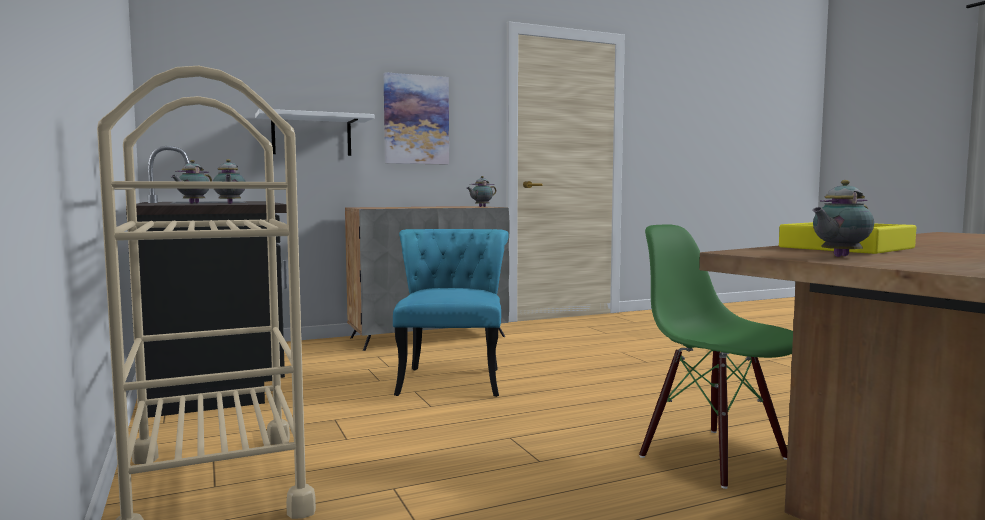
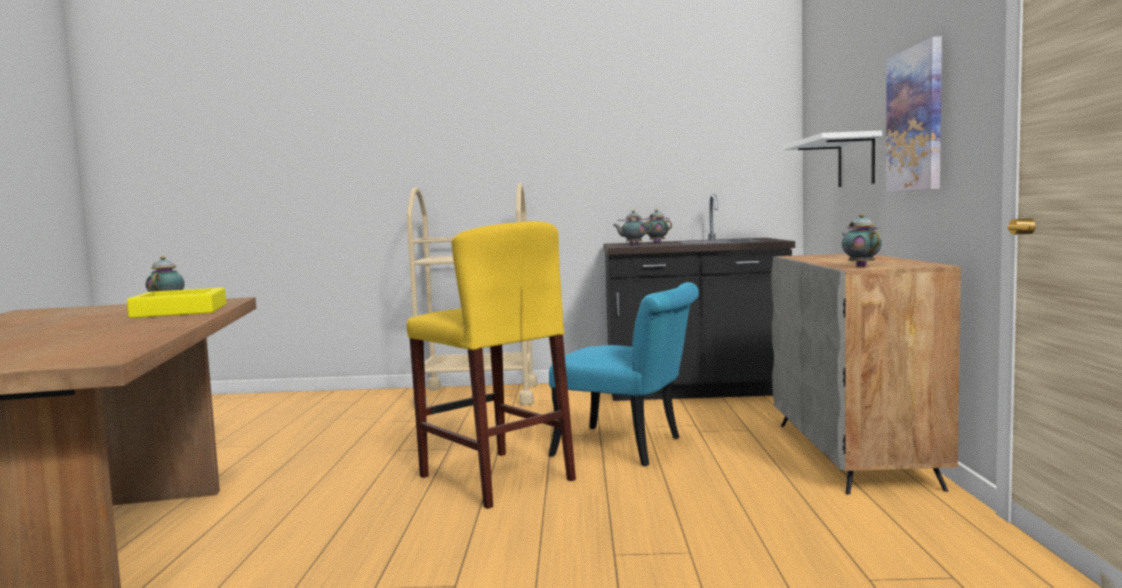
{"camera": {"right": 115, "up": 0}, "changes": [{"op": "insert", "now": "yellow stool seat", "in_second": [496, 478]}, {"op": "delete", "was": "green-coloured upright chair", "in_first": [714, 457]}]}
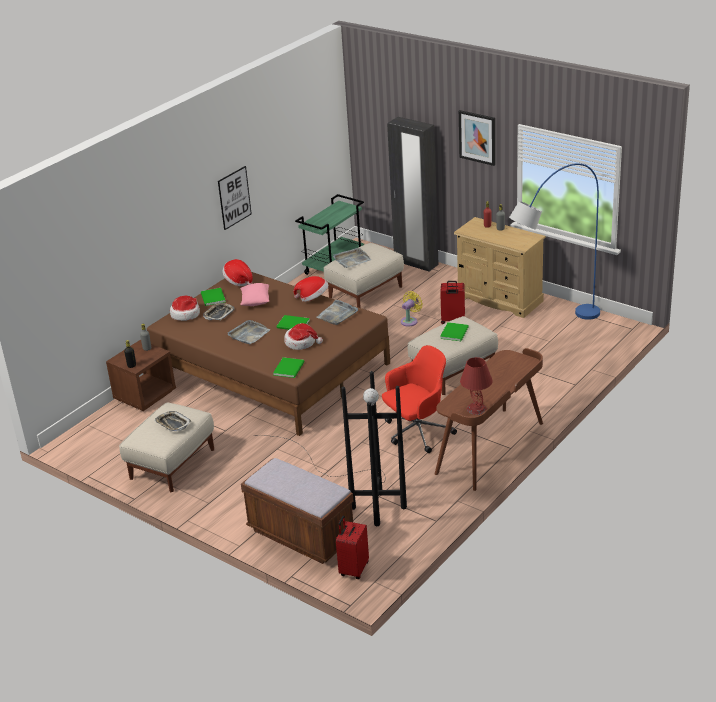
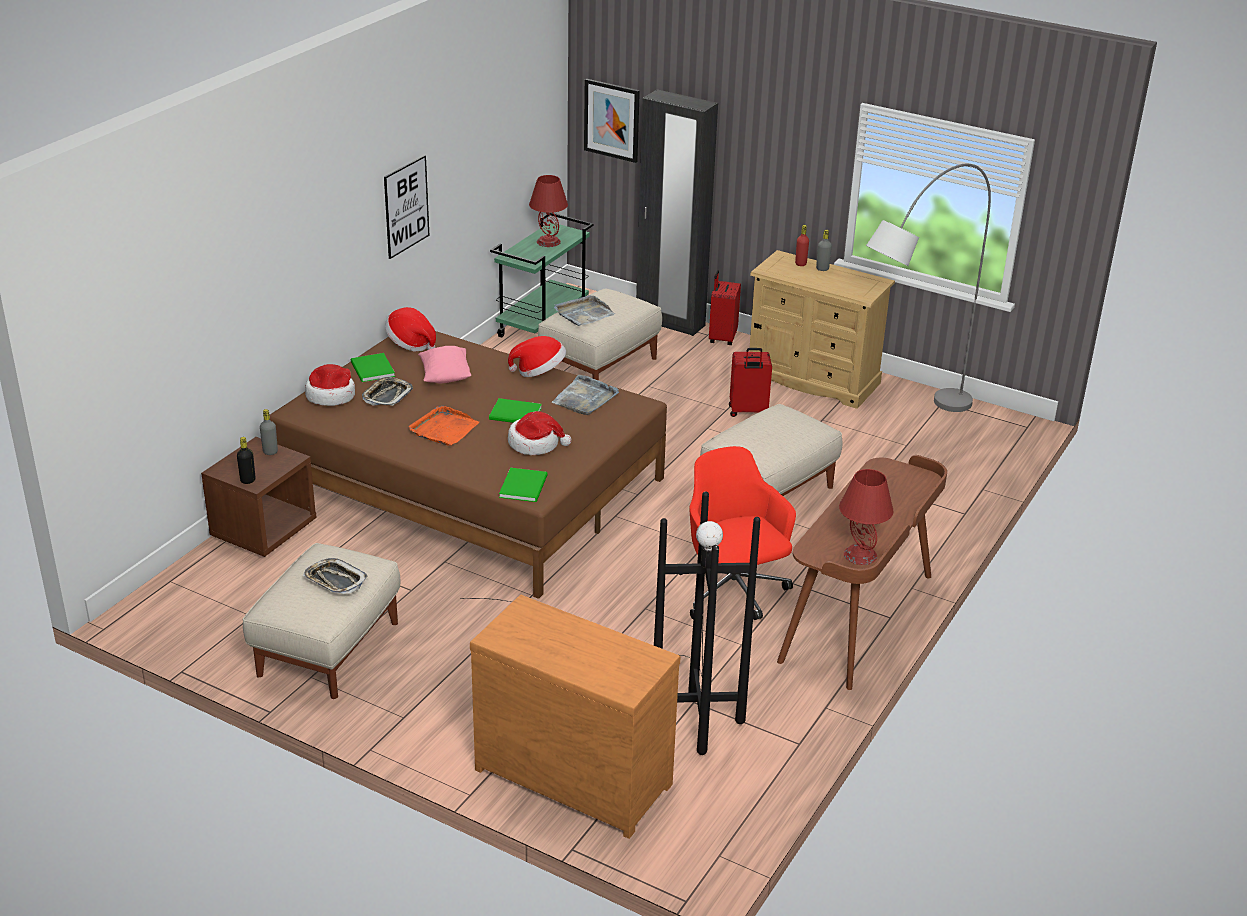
{"camera": {"right": -10, "up": 0}, "changes": [{"op": "recolor", "was": "gray serving tray", "now": "orange serving tray", "in_first": [248, 334], "in_second": [444, 429]}, {"op": "replace", "was": "brownish long seat", "now": "brownish drawer chest", "in_first": [301, 535], "in_second": [575, 773]}, {"op": "insert", "now": "red-coloured lamp for a table", "in_second": [548, 242]}, {"op": "move", "was": "picture", "in_first": [477, 137], "in_second": [612, 120]}, {"op": "rotate", "was": "red-coloured office chair", "in_first": [417, 432], "in_second": [733, 592], "clockwise": -75}, {"op": "move", "was": "red-coloured piece of luggage", "in_first": [353, 569], "in_second": [721, 338]}, {"op": "recolor", "was": "blue-coloured standing lamp", "now": "gray standing lamp", "in_first": [553, 329], "in_second": [906, 426]}, {"op": "delete", "was": "yellow cooling fan", "in_first": [410, 321]}, {"op": "delete", "was": "green-coloured bound book", "in_first": [455, 332]}]}
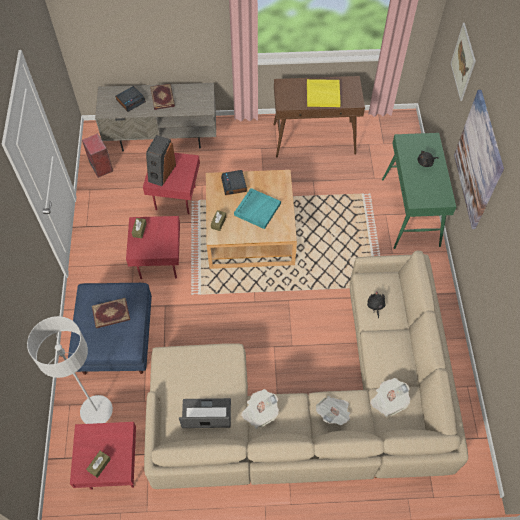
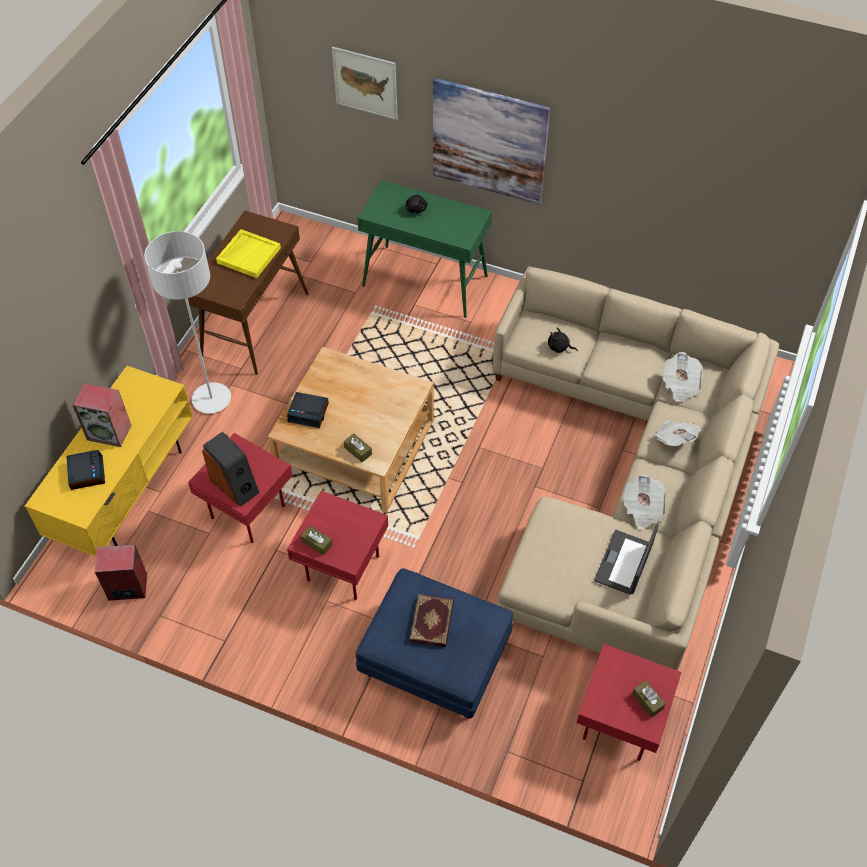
{"camera": {"right": -65, "up": -5}, "changes": [{"op": "recolor", "was": "gray media console", "now": "yellow media console", "in_first": [162, 135], "in_second": [125, 489]}, {"op": "replace", "was": "bound book", "now": "loudspeaker", "in_first": [163, 97], "in_second": [110, 432]}, {"op": "move", "was": "gray standing lamp", "in_first": [96, 411], "in_second": [211, 399]}, {"op": "delete", "was": "turquoise-coloured serving tray", "in_first": [257, 209]}]}
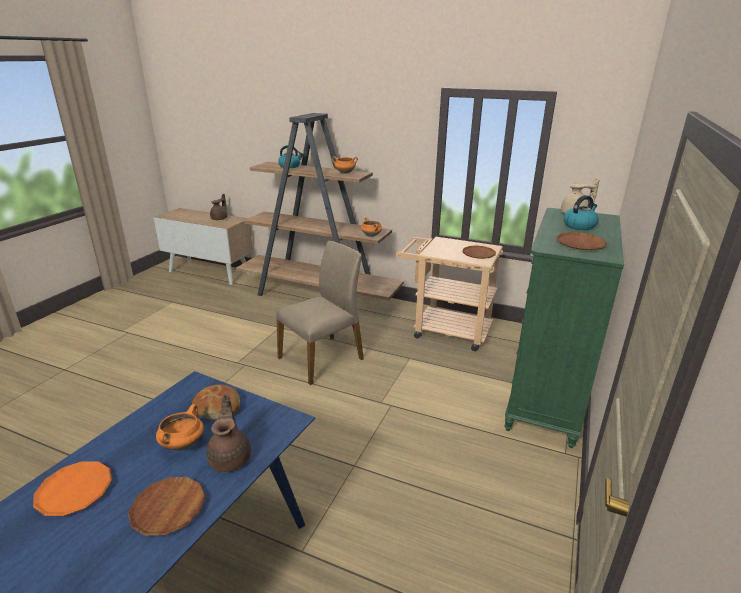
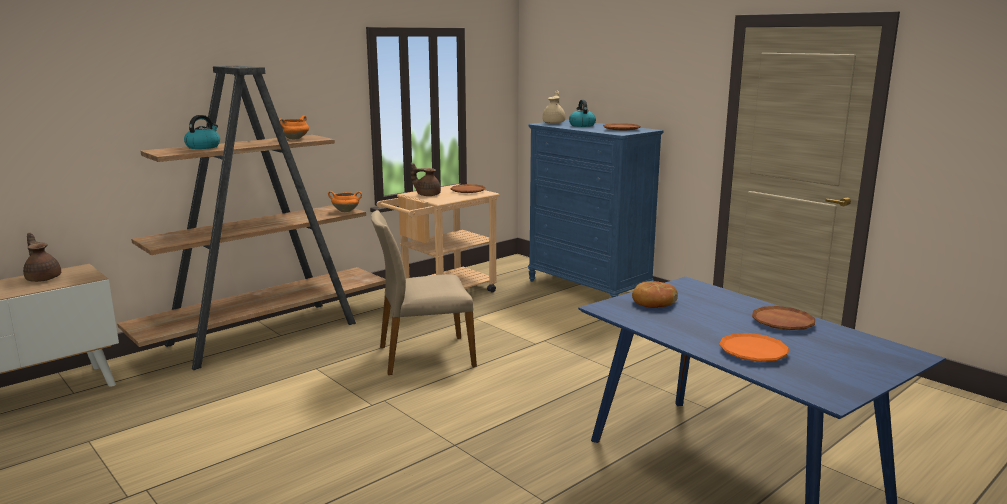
{"camera": {"right": -65, "up": -10}, "changes": [{"op": "rotate", "was": "beige-coloured upright chair", "in_first": [322, 358], "in_second": [425, 355], "clockwise": -90}, {"op": "move", "was": "brownish teapot", "in_first": [231, 457], "in_second": [427, 195]}, {"op": "recolor", "was": "green-coloured drawer chest", "now": "blue-coloured drawer chest", "in_first": [546, 400], "in_second": [588, 288]}, {"op": "delete", "was": "orange cooking pot", "in_first": [183, 444]}]}
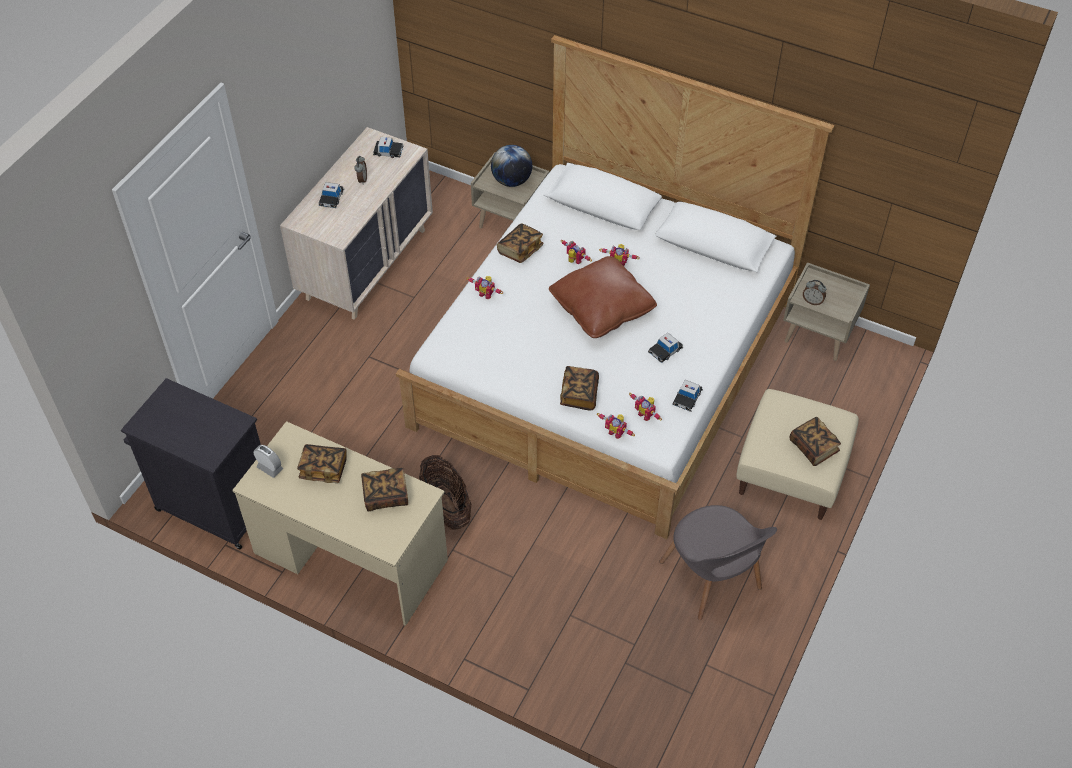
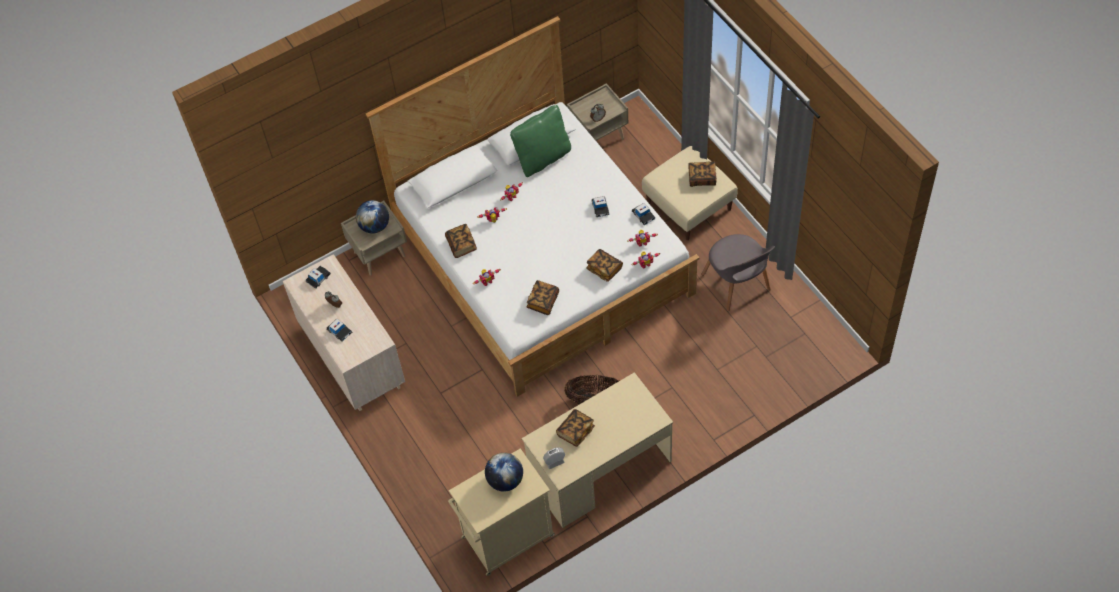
{"camera": {"right": -55, "up": 5}, "changes": [{"op": "recolor", "was": "black-coloured cupboard", "now": "beige-coloured cupboard", "in_first": [214, 504], "in_second": [506, 537]}, {"op": "insert", "now": "desk globe", "in_second": [505, 480]}, {"op": "insert", "now": "green-coloured cushion", "in_second": [543, 158]}, {"op": "move", "was": "bound book", "in_first": [386, 496], "in_second": [543, 302]}, {"op": "rotate", "was": "gray upright chair", "in_first": [712, 579], "in_second": [737, 284], "clockwise": 60}, {"op": "delete", "was": "brownish cushion", "in_first": [601, 308]}]}
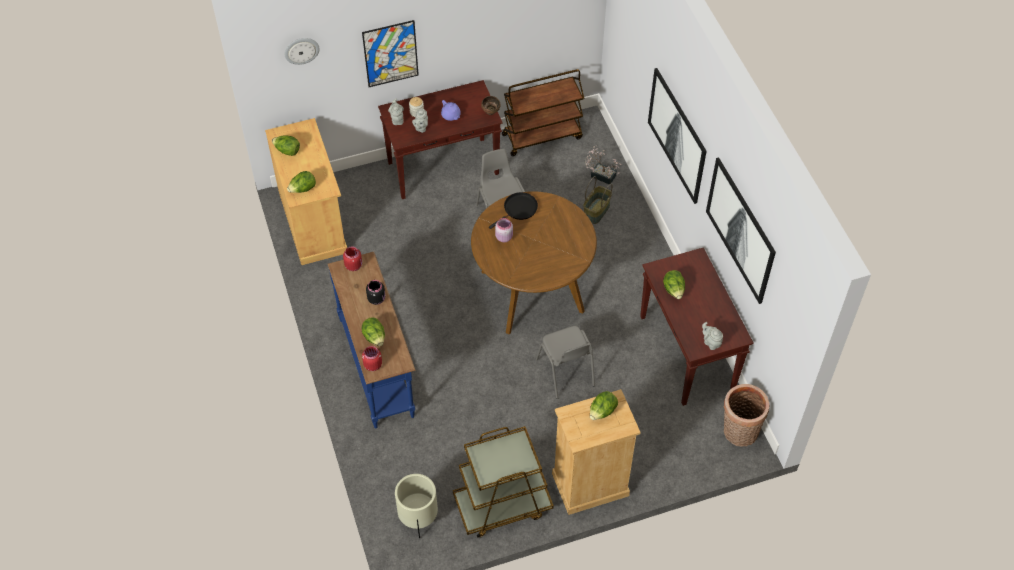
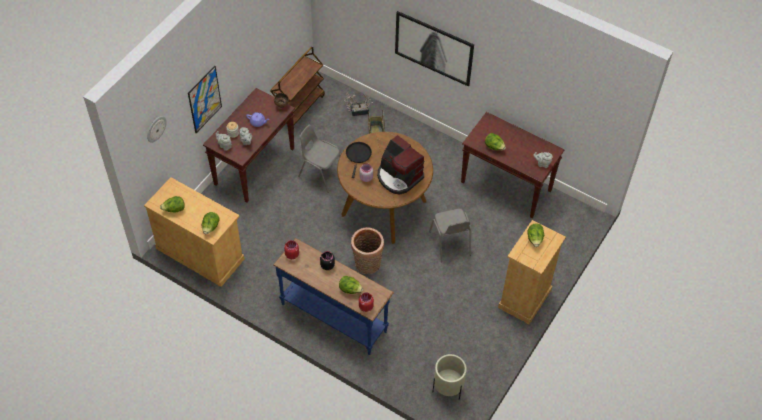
{"camera": {"right": -40, "up": 0}, "changes": [{"op": "move", "was": "basket", "in_first": [738, 433], "in_second": [367, 265]}, {"op": "insert", "now": "coffee brewer", "in_second": [399, 177]}, {"op": "rotate", "was": "gray upright chair", "in_first": [565, 373], "in_second": [450, 244], "clockwise": 45}, {"op": "delete", "was": "brownish cart", "in_first": [502, 505]}, {"op": "delete", "was": "picture", "in_first": [741, 229]}]}
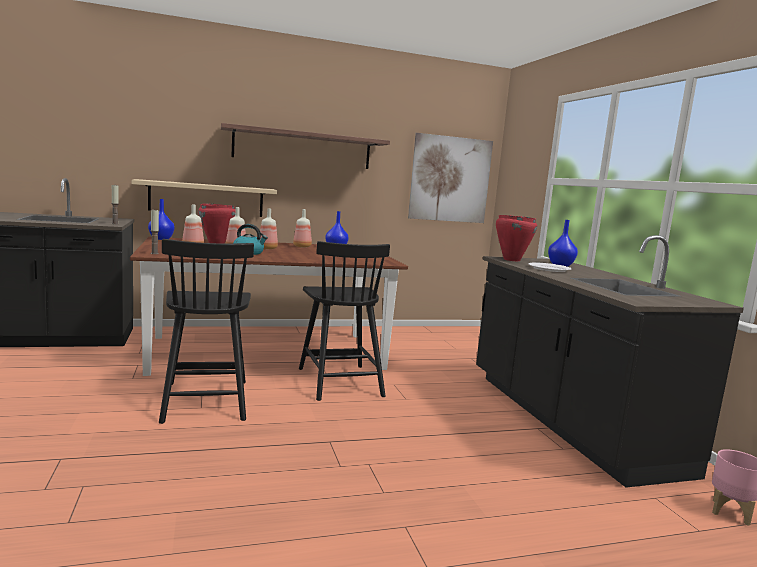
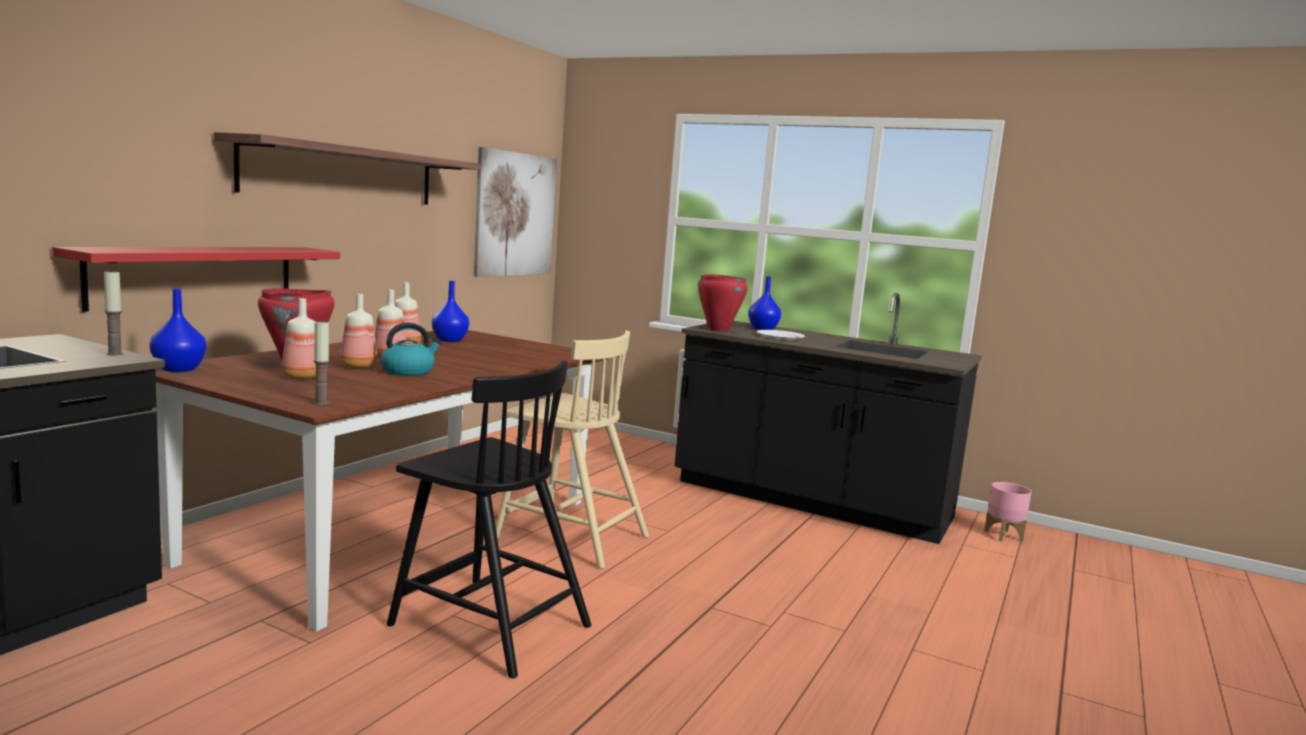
{"camera": {"right": -45, "up": 0}, "changes": [{"op": "recolor", "was": "beige-coloured shelf", "now": "red-coloured shelf", "in_first": [207, 199], "in_second": [195, 275]}, {"op": "recolor", "was": "black-coloured upright chair", "now": "beige-coloured upright chair", "in_first": [339, 381], "in_second": [569, 536]}]}
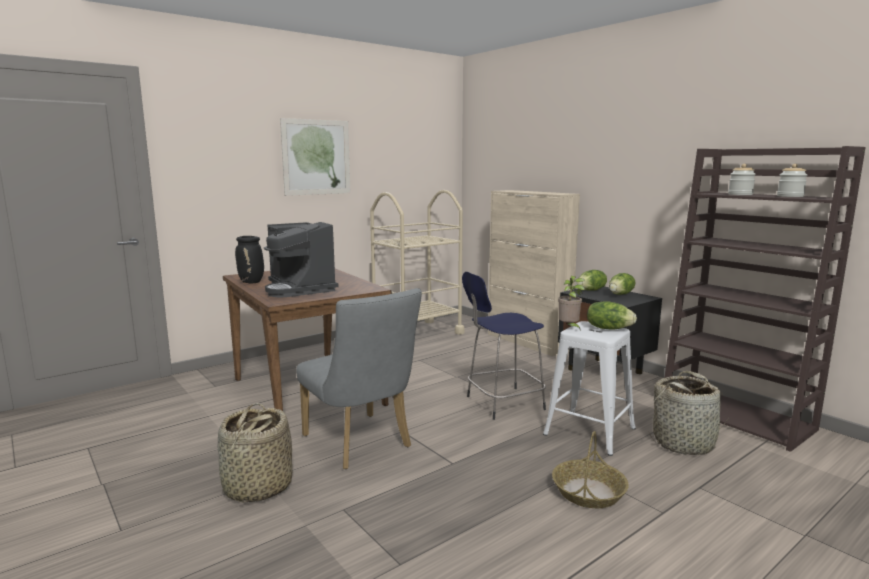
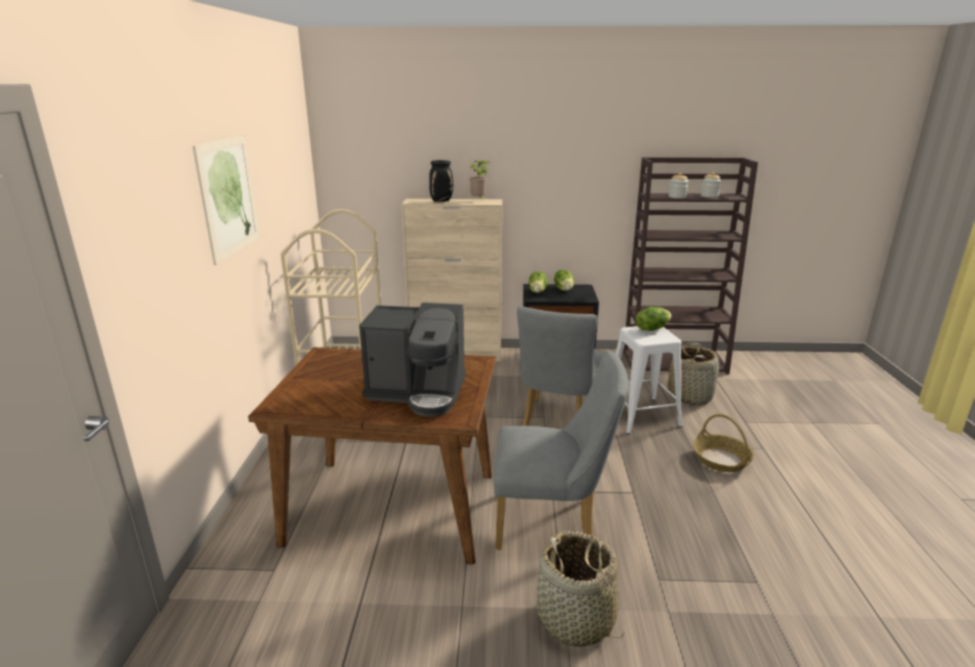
{"camera": {"right": -50, "up": 10}, "changes": [{"op": "move", "was": "black-coloured decorative vase", "in_first": [252, 282], "in_second": [442, 201]}, {"op": "move", "was": "potted plant", "in_first": [569, 328], "in_second": [479, 201]}, {"op": "replace", "was": "blue-coloured stool seat", "now": "gray upright chair", "in_first": [502, 403], "in_second": [557, 423]}]}
